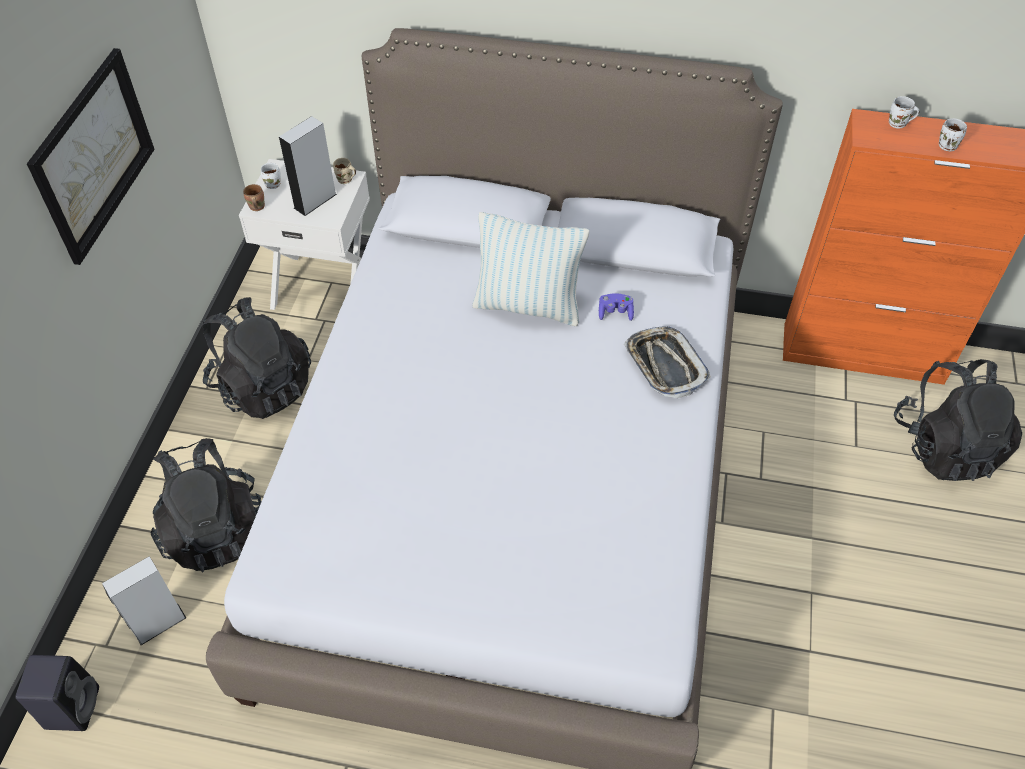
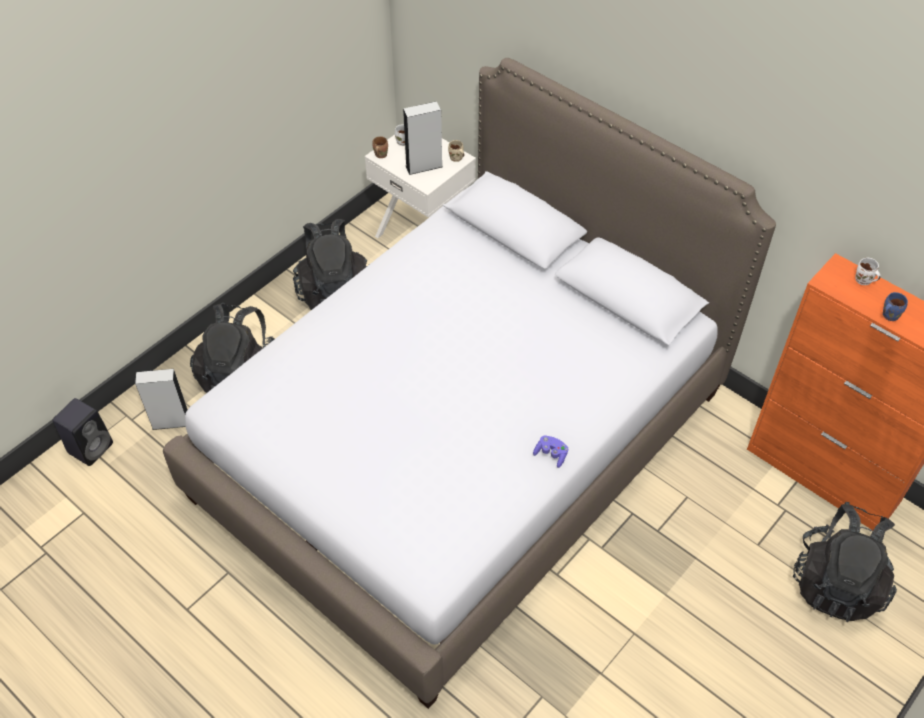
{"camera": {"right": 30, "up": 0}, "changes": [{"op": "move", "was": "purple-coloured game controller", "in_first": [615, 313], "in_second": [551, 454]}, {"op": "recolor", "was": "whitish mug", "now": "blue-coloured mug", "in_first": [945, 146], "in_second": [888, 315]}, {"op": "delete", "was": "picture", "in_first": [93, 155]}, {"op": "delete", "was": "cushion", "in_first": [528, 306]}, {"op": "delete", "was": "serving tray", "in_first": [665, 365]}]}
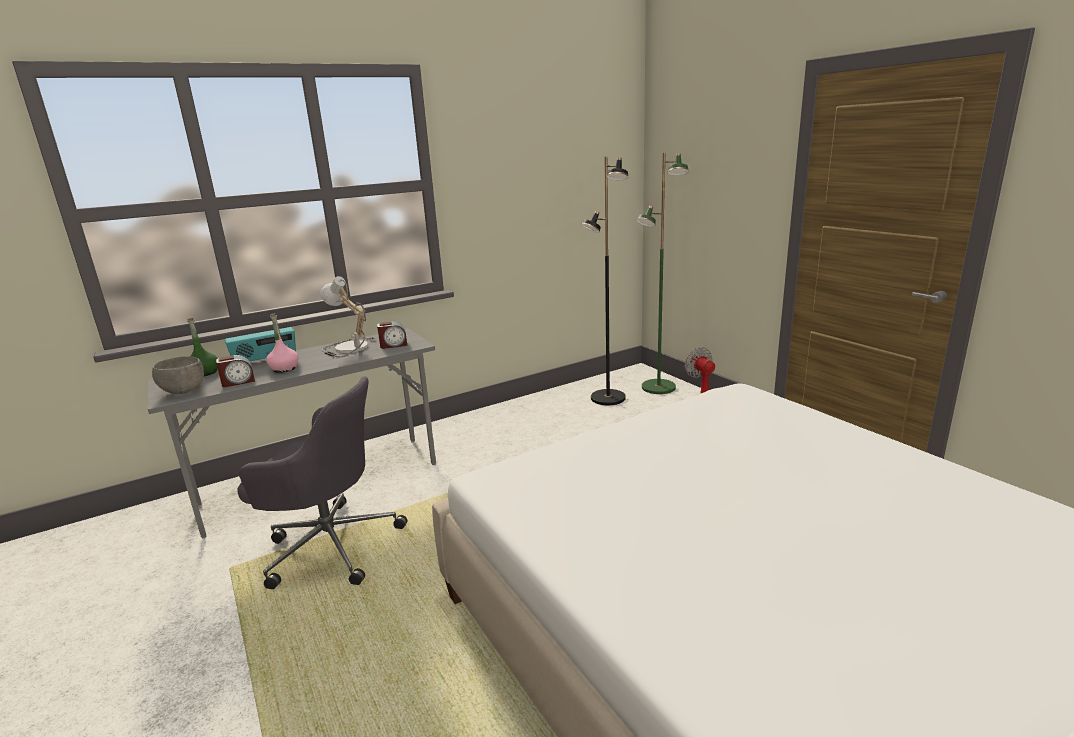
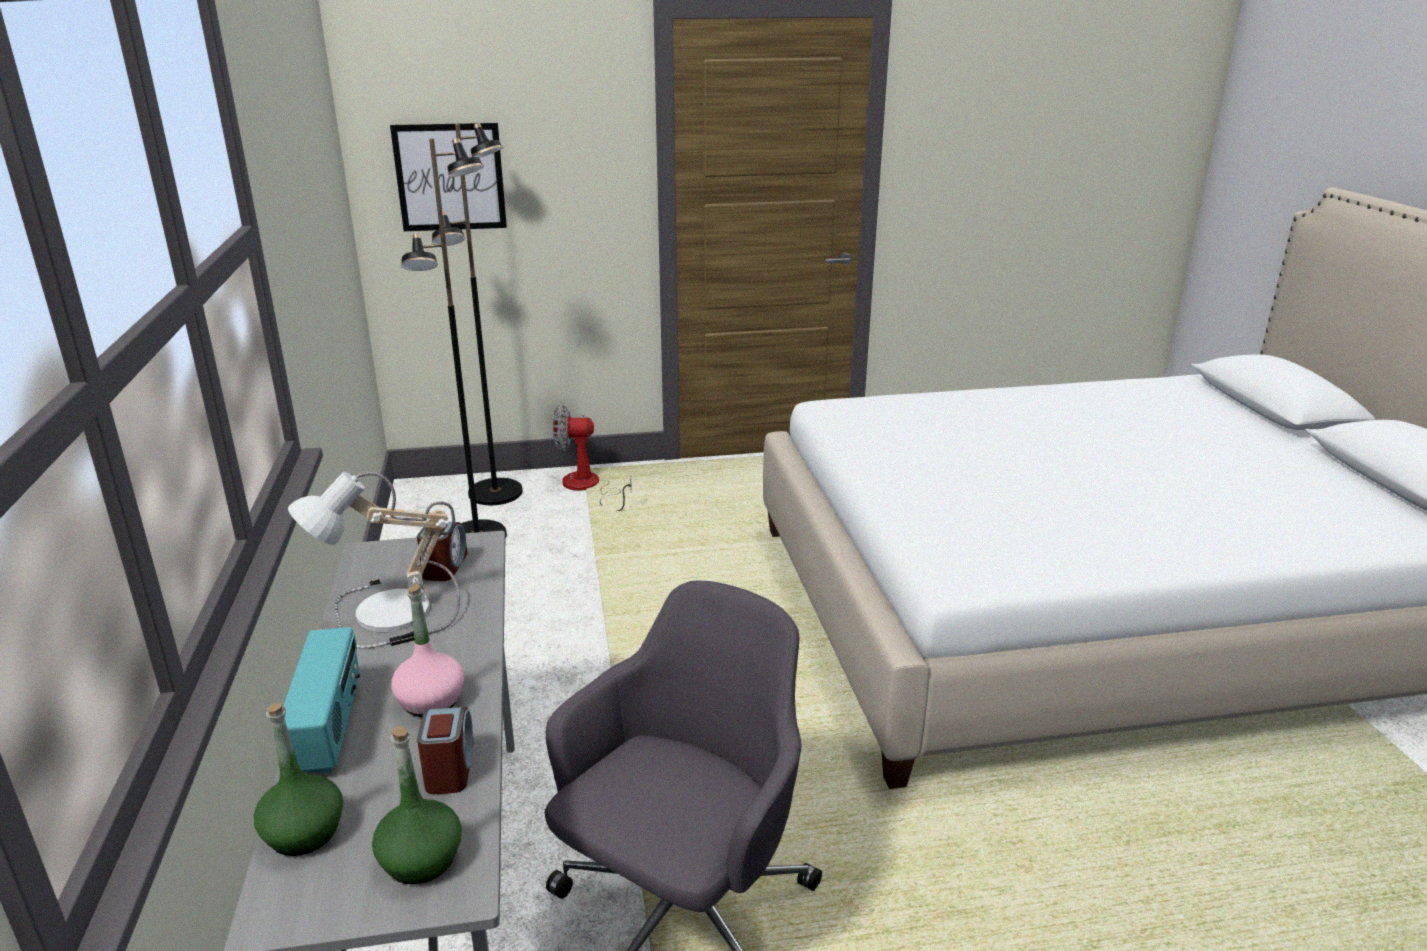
{"camera": {"right": -70, "up": 5}, "changes": [{"op": "replace", "was": "gray bowl", "now": "green-coloured beverage bottle", "in_first": [183, 391], "in_second": [421, 860]}, {"op": "insert", "now": "picture", "in_second": [450, 177]}, {"op": "recolor", "was": "green-coloured standing lamp", "now": "black-coloured standing lamp", "in_first": [658, 388], "in_second": [496, 493]}]}
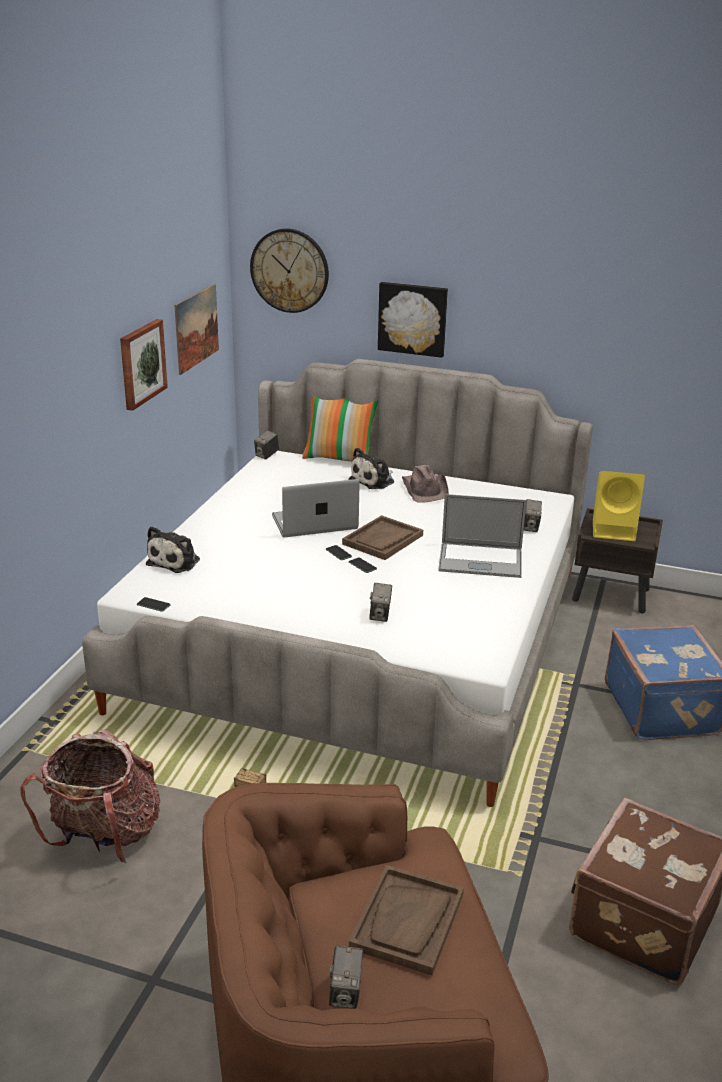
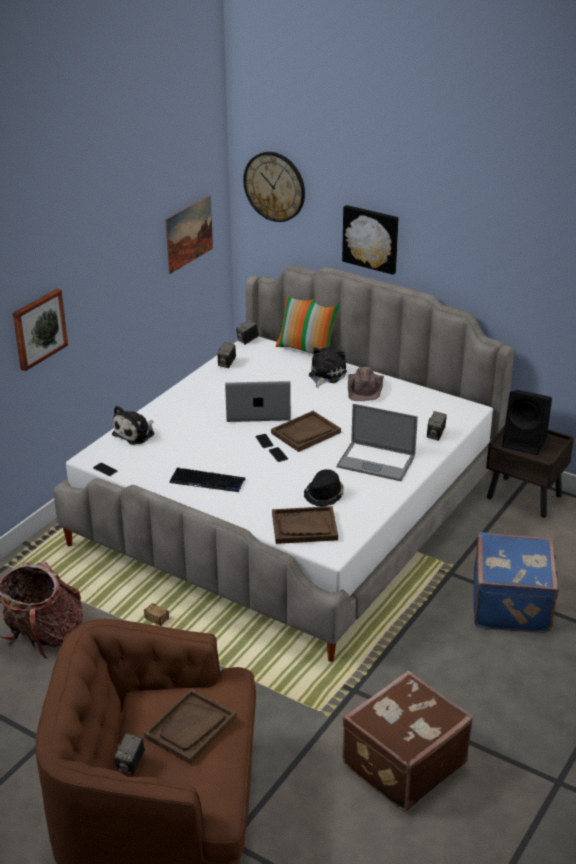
{"camera": {"right": 15, "up": 5}, "changes": [{"op": "move", "was": "picture", "in_first": [141, 363], "in_second": [39, 328]}, {"op": "insert", "now": "PC keyboard", "in_second": [207, 481]}, {"op": "move", "was": "photo camera", "in_first": [380, 615], "in_second": [227, 364]}, {"op": "insert", "now": "brownish serving tray", "in_second": [304, 527]}, {"op": "insert", "now": "black-coloured clothing hat", "in_second": [324, 495]}, {"op": "rotate", "was": "soft toy", "in_first": [374, 481], "in_second": [325, 375], "clockwise": 150}, {"op": "recolor", "was": "yellow loudspeaker", "now": "black-coloured loudspeaker", "in_first": [615, 530], "in_second": [525, 442]}]}
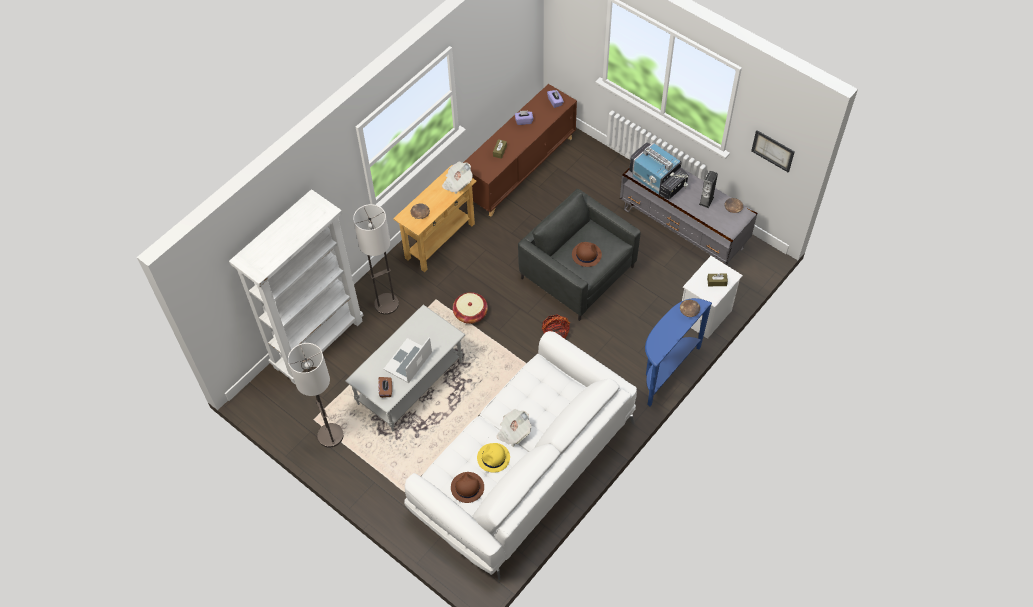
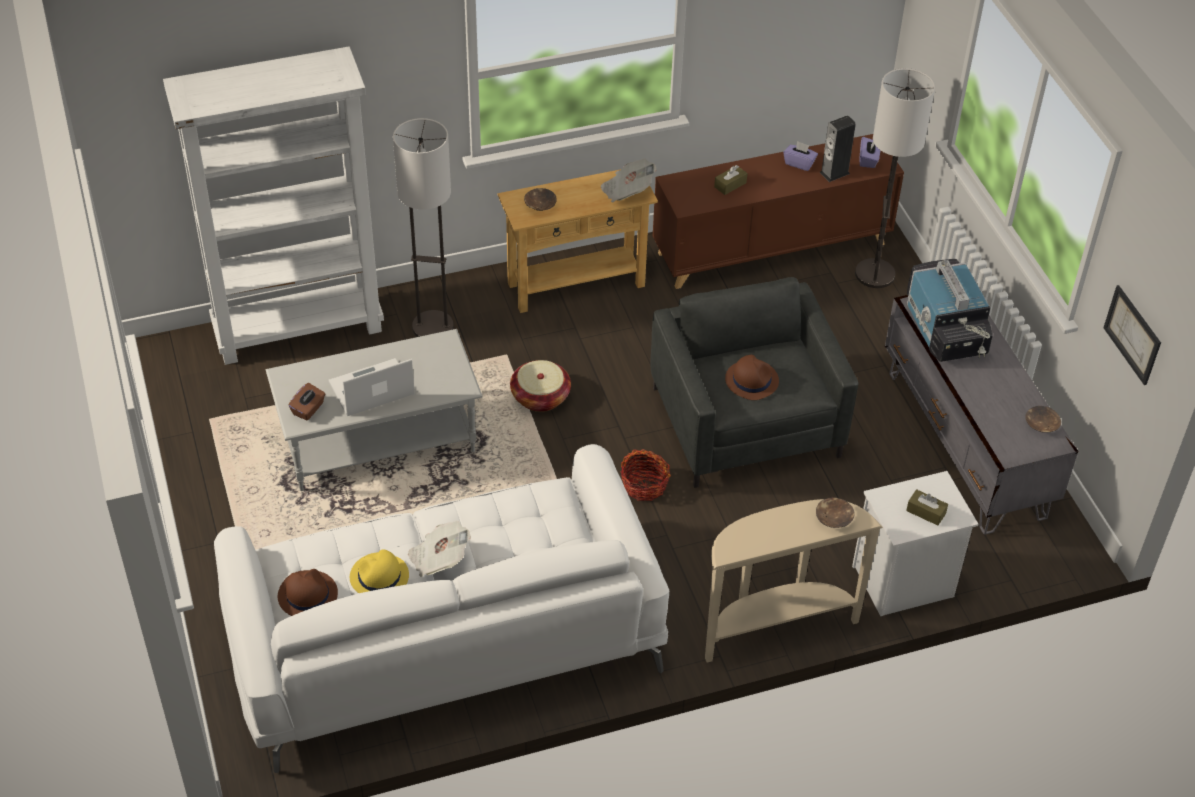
{"camera": {"right": 30, "up": -10}, "changes": [{"op": "recolor", "was": "blue-coloured narrow table", "now": "beige-coloured narrow table", "in_first": [666, 370], "in_second": [775, 625]}, {"op": "move", "was": "loudspeaker", "in_first": [706, 201], "in_second": [834, 173]}, {"op": "move", "was": "standing lamp", "in_first": [330, 435], "in_second": [874, 274]}]}
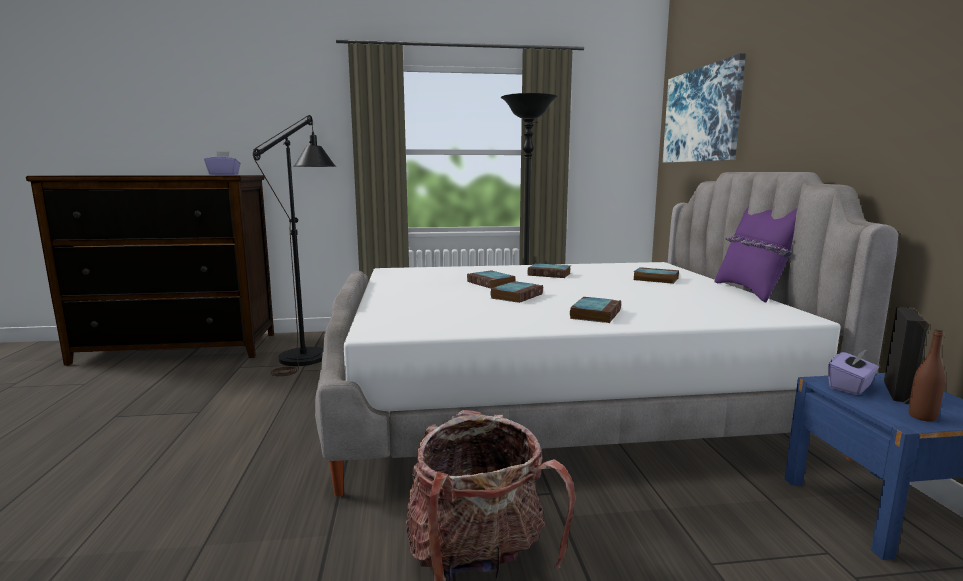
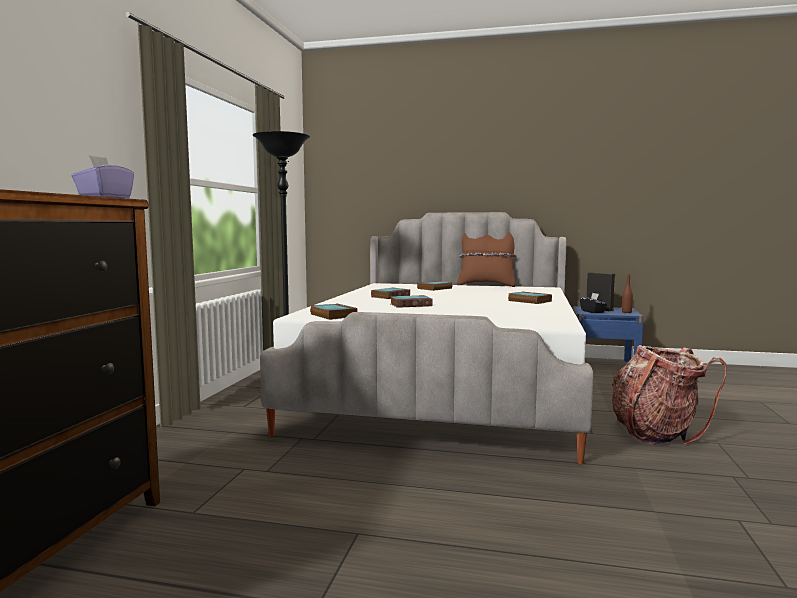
{"camera": {"right": -70, "up": -5}, "changes": [{"op": "move", "was": "bound book", "in_first": [517, 296], "in_second": [332, 315]}, {"op": "recolor", "was": "purple-coloured cushion", "now": "brownish cushion", "in_first": [752, 291], "in_second": [486, 285]}, {"op": "recolor", "was": "purple-coloured box of tissues", "now": "black-coloured box of tissues", "in_first": [851, 387], "in_second": [592, 311]}, {"op": "delete", "was": "black-coloured standing lamp", "in_first": [310, 353]}, {"op": "delete", "was": "picture", "in_first": [701, 115]}]}
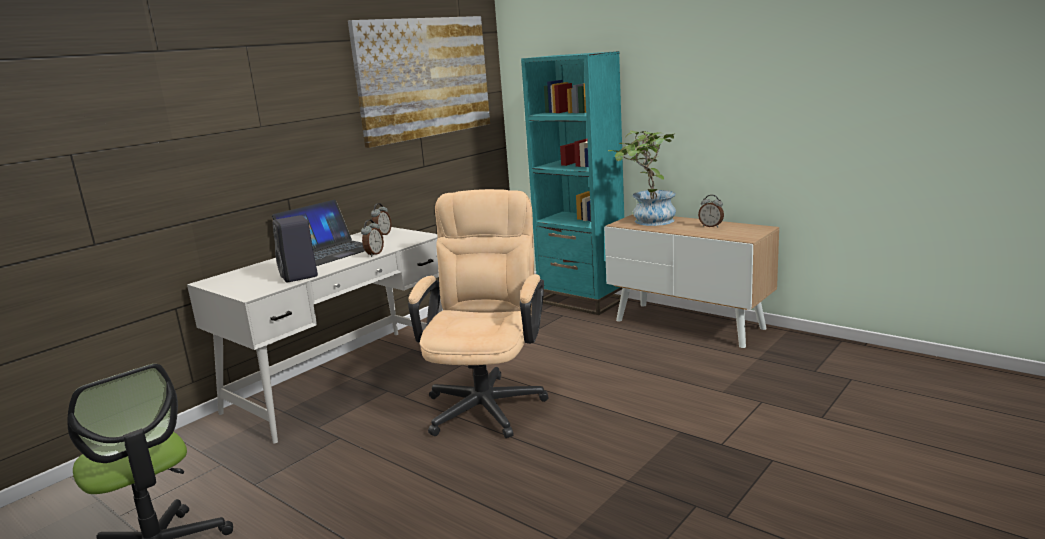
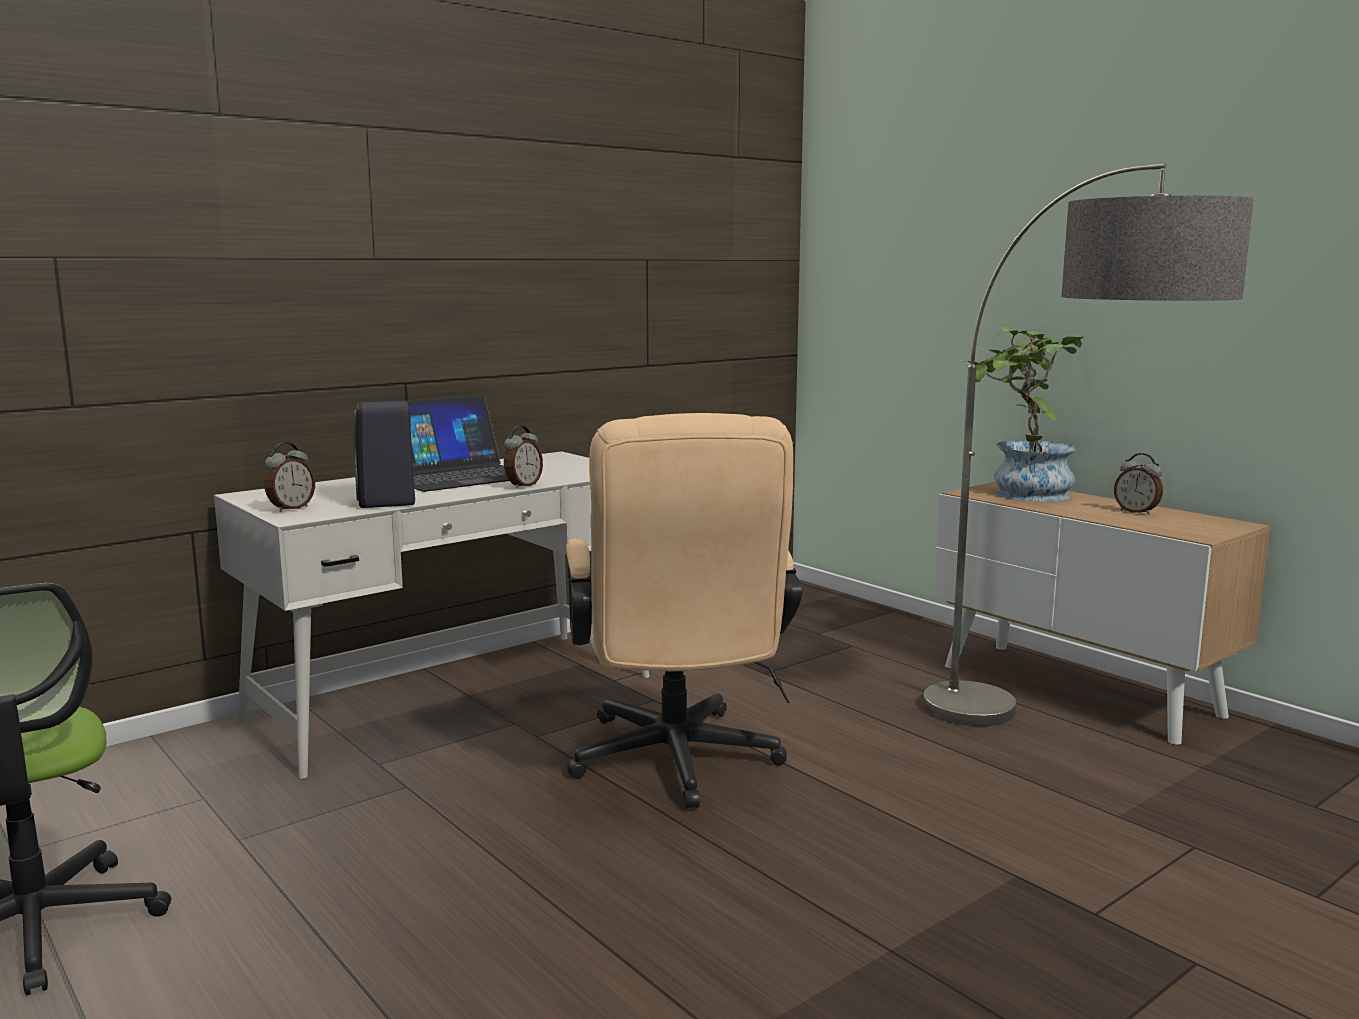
{"camera": {"right": 10, "up": -5}, "changes": [{"op": "move", "was": "bedside clock", "in_first": [382, 235], "in_second": [290, 508]}, {"op": "rotate", "was": "beige-coloured office chair", "in_first": [488, 401], "in_second": [676, 766], "clockwise": 150}, {"op": "insert", "now": "standing lamp", "in_second": [1056, 748]}, {"op": "delete", "was": "picture", "in_first": [424, 78]}, {"op": "delete", "was": "turquoise-coloured shelving unit", "in_first": [582, 300]}]}
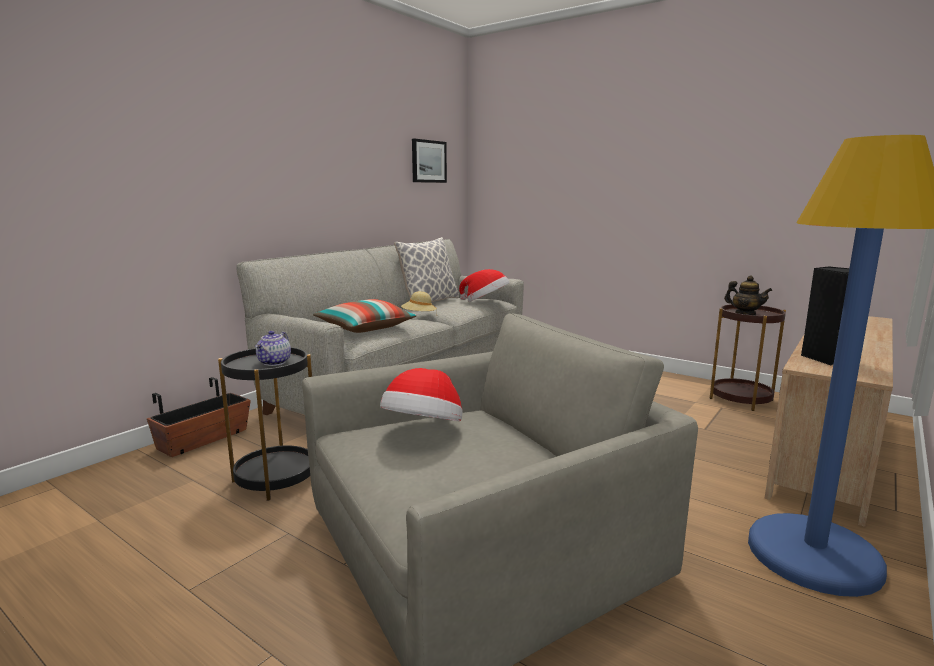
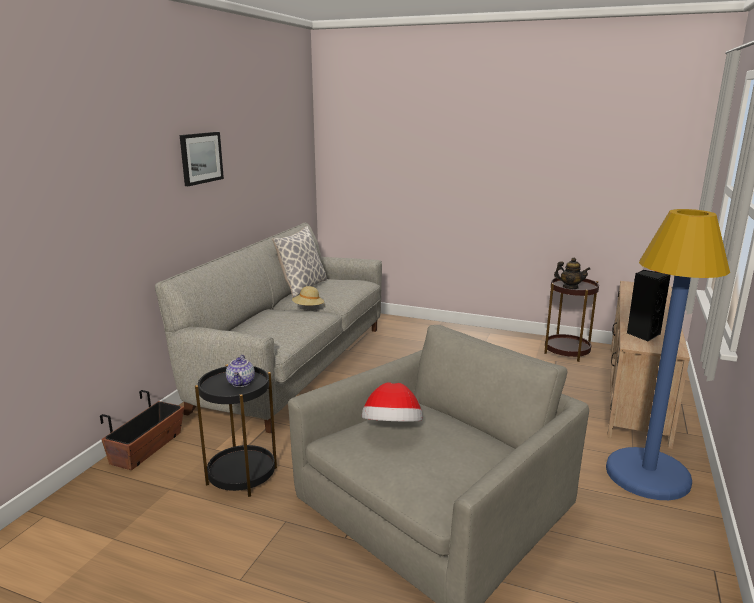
{"camera": {"right": -15, "up": 5}, "changes": [{"op": "move", "was": "picture", "in_first": [428, 161], "in_second": [201, 158]}, {"op": "delete", "was": "cushion", "in_first": [365, 328]}, {"op": "delete", "was": "clothing hat", "in_first": [485, 302]}]}
